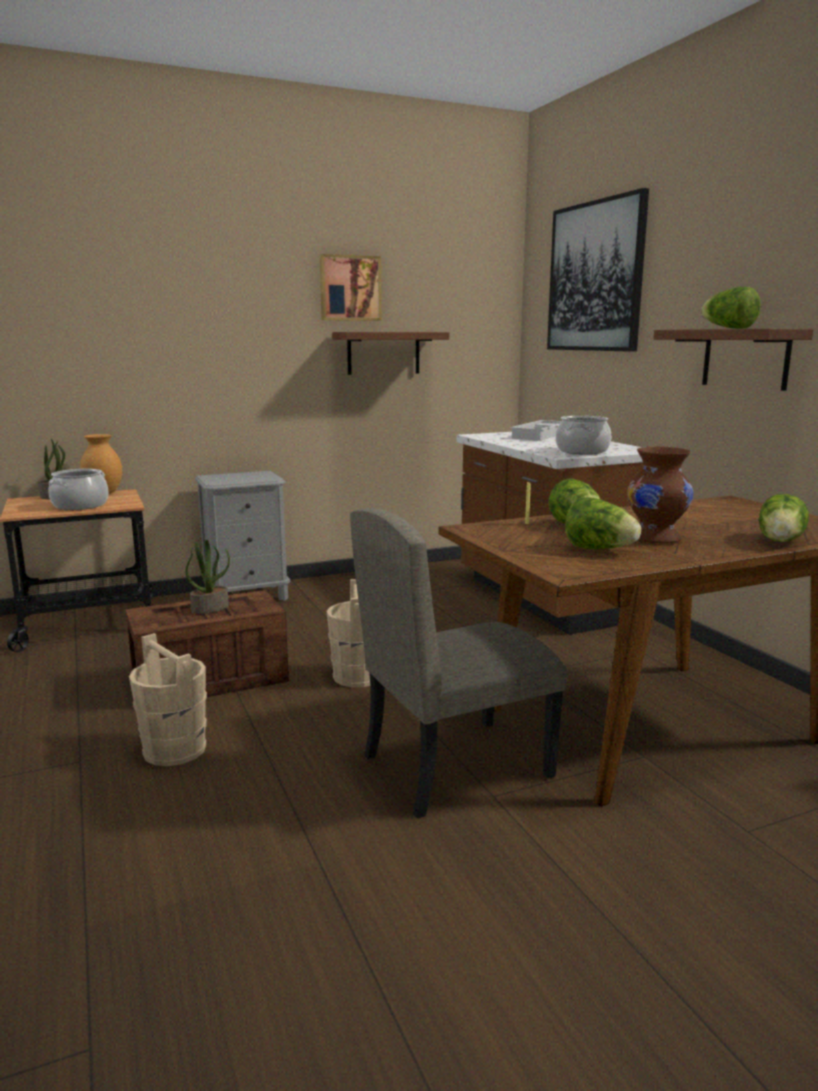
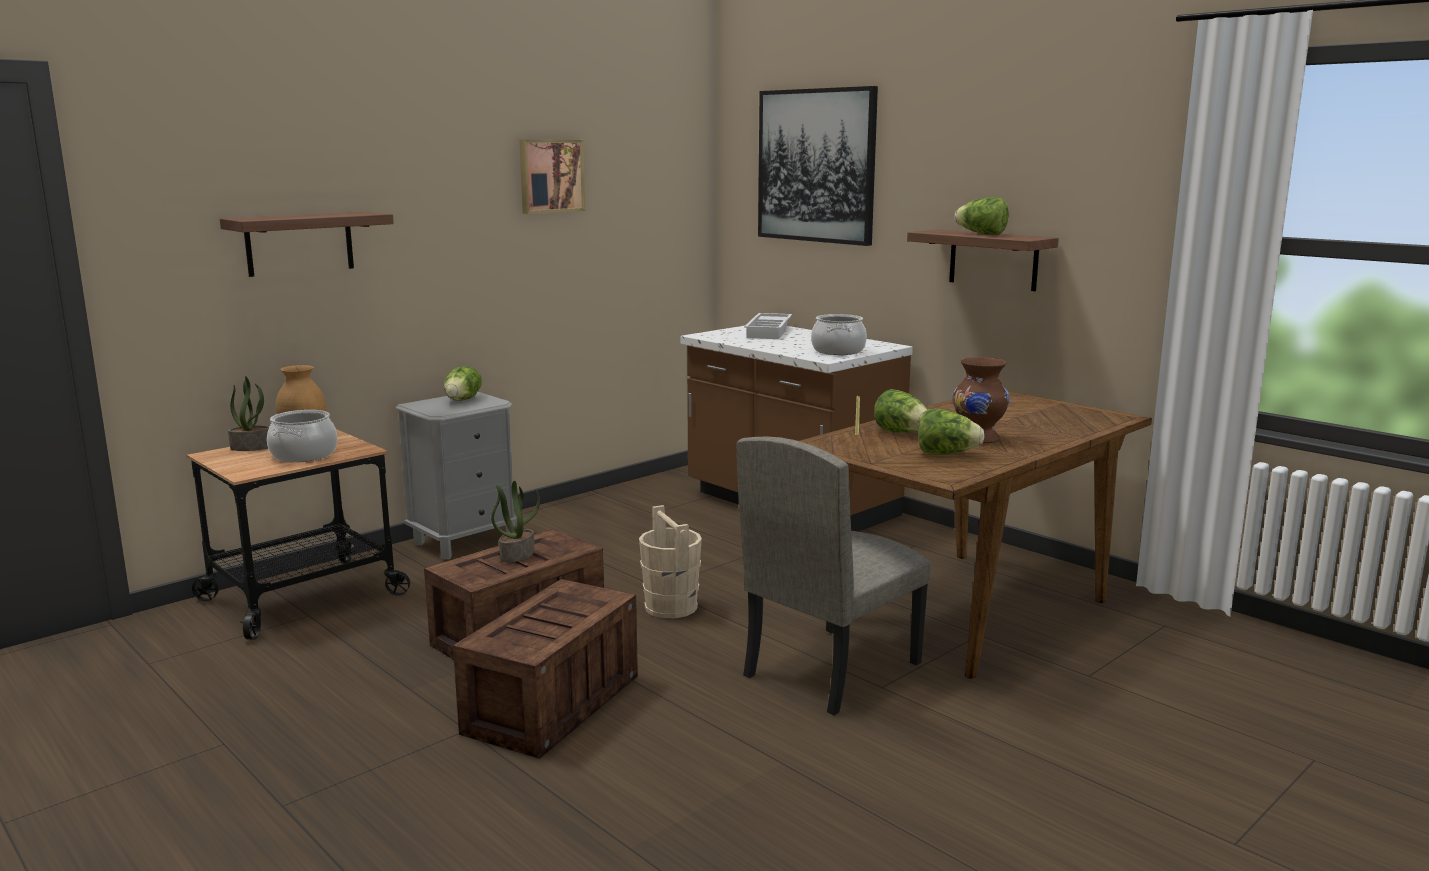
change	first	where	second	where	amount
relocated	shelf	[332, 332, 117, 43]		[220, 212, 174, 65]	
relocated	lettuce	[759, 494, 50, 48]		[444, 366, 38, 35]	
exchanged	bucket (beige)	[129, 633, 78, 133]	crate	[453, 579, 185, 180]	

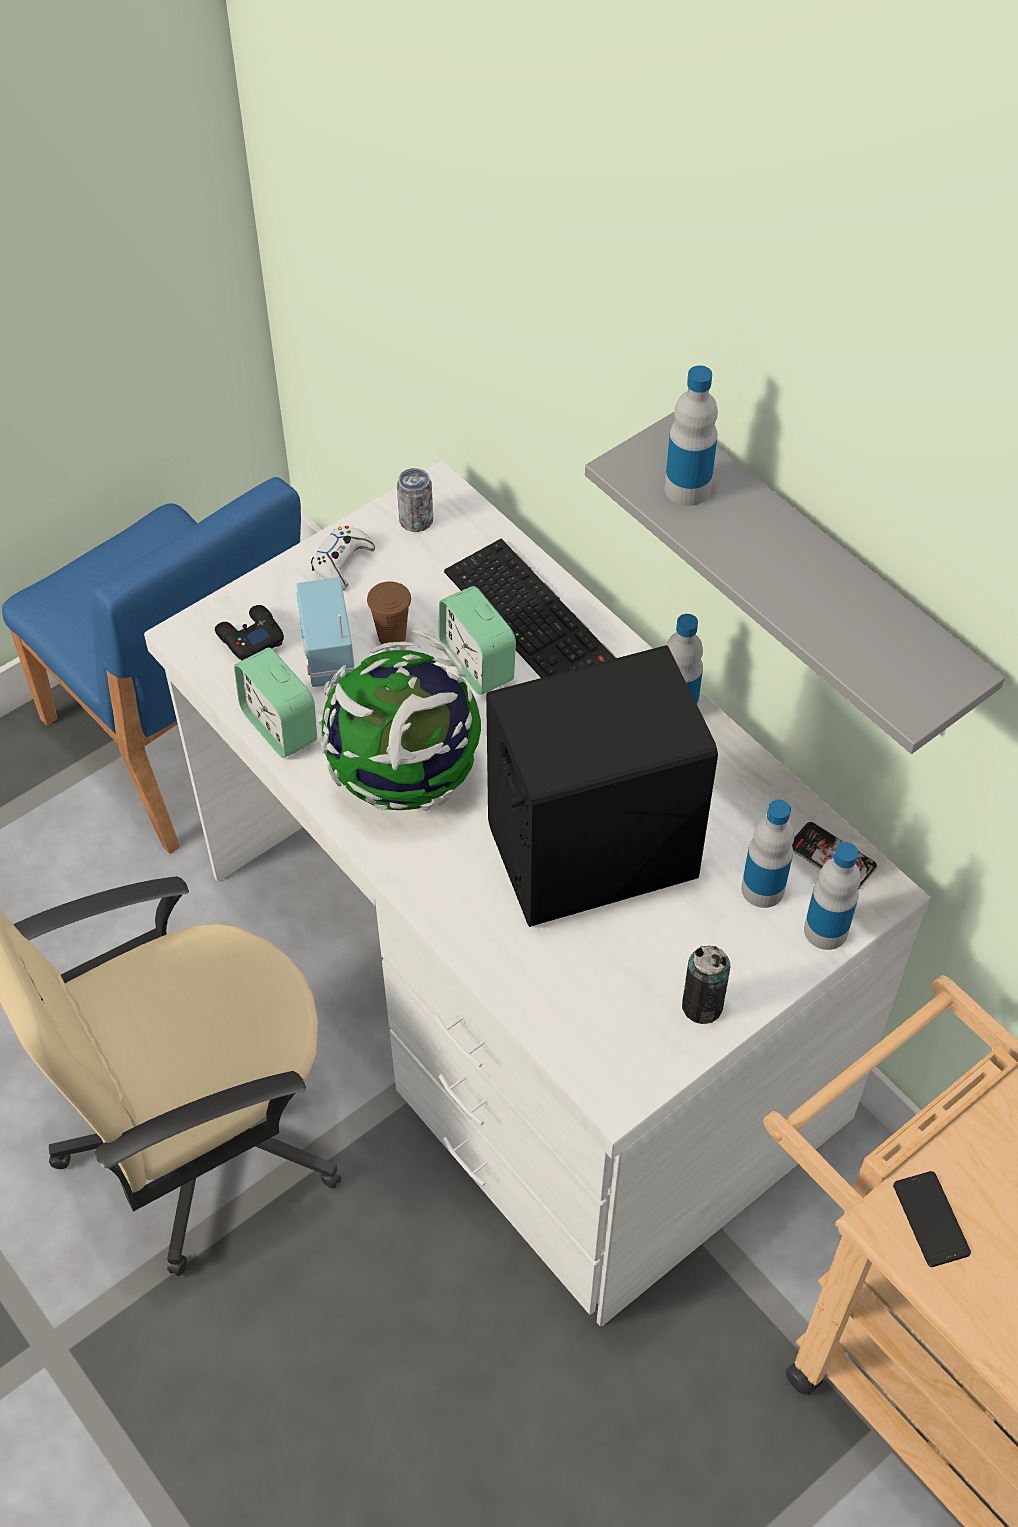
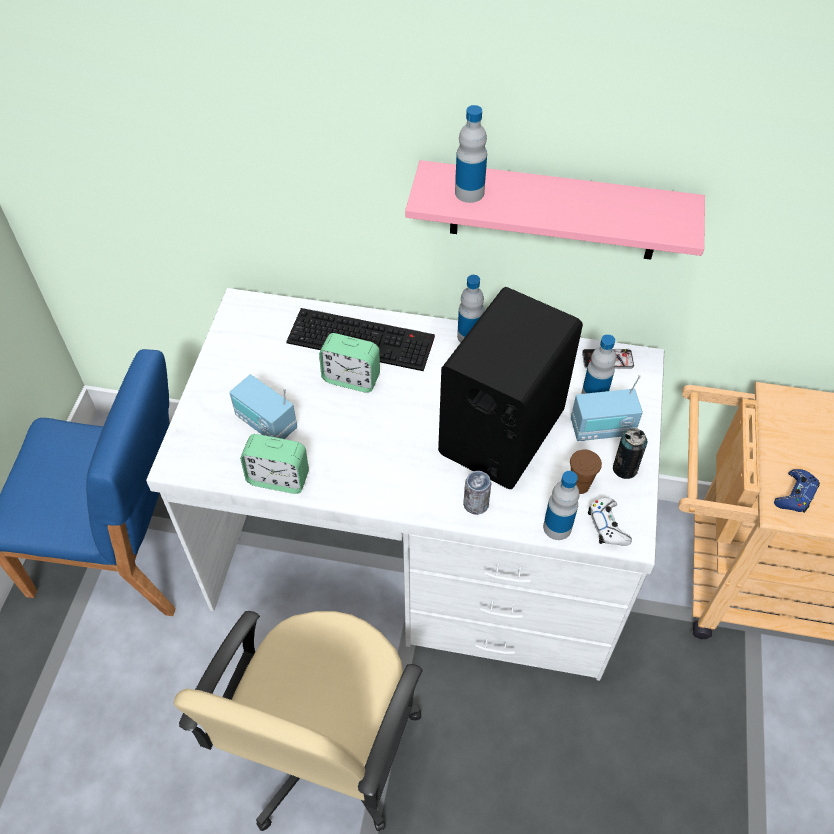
change	first	where	second	where	amount
colour	shelf (grey)	[585, 412, 420, 342]	shelf (pink)	[405, 160, 300, 100]	
relocated	can	[397, 468, 36, 64]		[463, 471, 28, 44]	
relocated	bottle	[804, 842, 57, 108]		[543, 471, 36, 69]	
relocated	cup (brown)	[367, 582, 44, 66]		[570, 450, 32, 44]	
appeared			radio	[571, 375, 72, 66]	
relocated	game controller (white)	[311, 526, 64, 65]		[588, 497, 44, 49]	
exchanged	phone	[893, 1171, 78, 96]	game controller (blue)	[774, 469, 46, 44]	
missing	game controller (black)	[215, 605, 69, 55]			
missing	globe	[318, 630, 163, 181]			

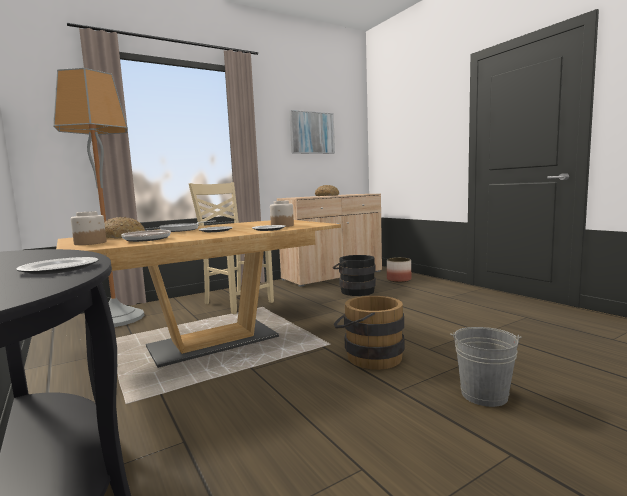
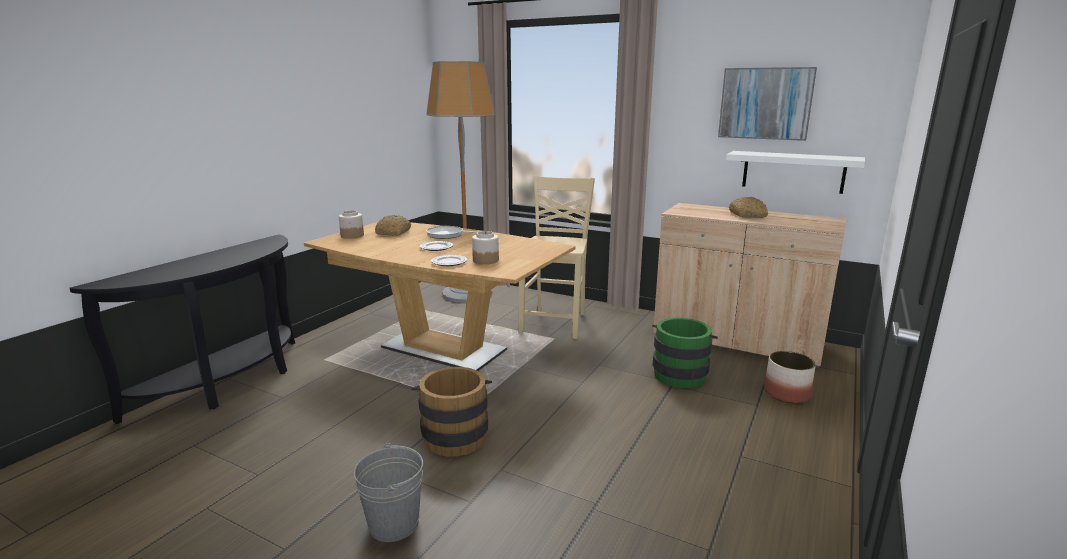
change	first	where	second	where	amount
colour	bucket (black)	[333, 255, 43, 41]	bucket (green)	[652, 318, 66, 70]	
appeared			shelf (white)	[726, 151, 139, 43]	
missing	plate	[16, 257, 82, 17]			
missing	frying pan	[121, 230, 50, 12]			

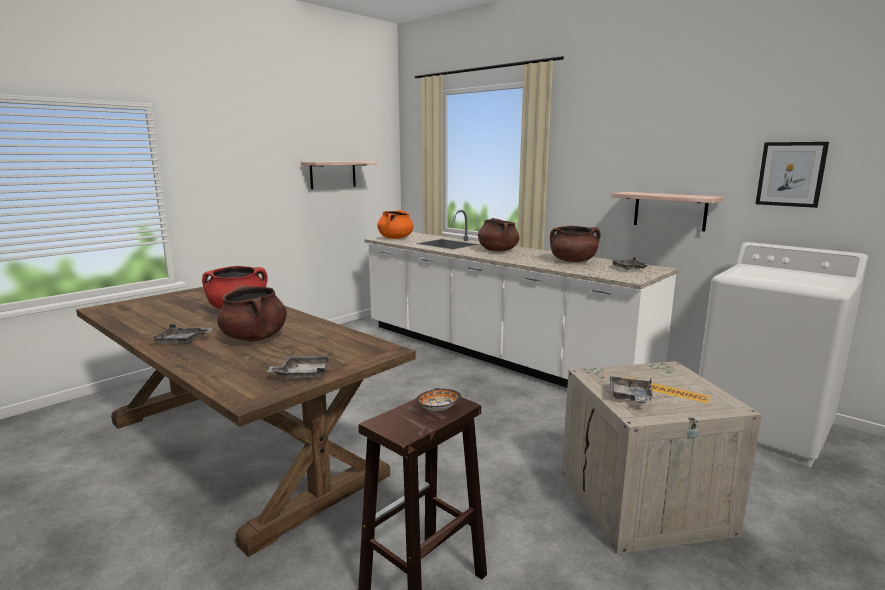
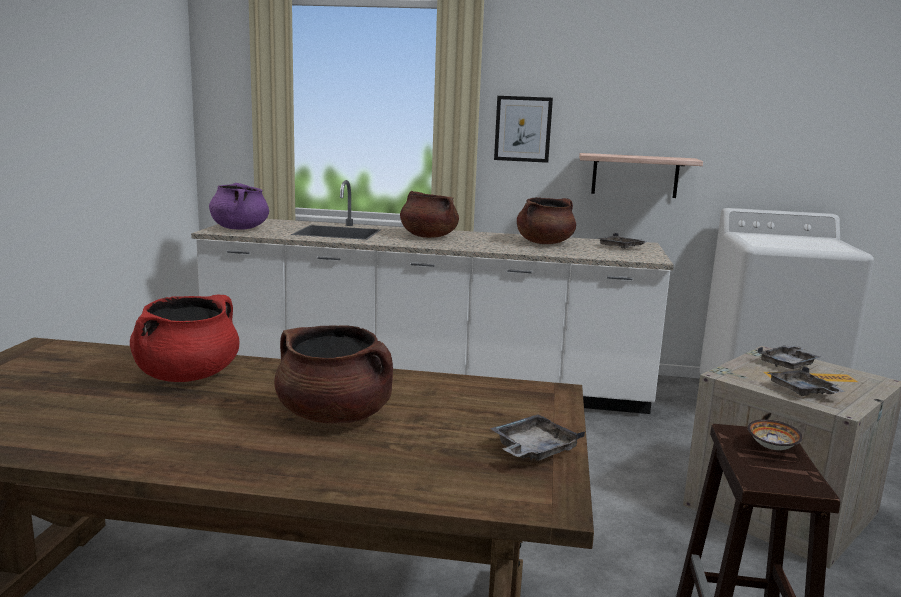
change	first	where	second	where	amount
colour	cooking pot (orange)	[377, 210, 36, 29]	cooking pot (purple)	[209, 183, 60, 47]	
relocated	picture	[756, 142, 73, 66]		[494, 96, 59, 67]	
relocated	tray (grey)	[150, 324, 62, 20]		[758, 345, 62, 24]	
missing	shelf	[301, 161, 76, 28]			

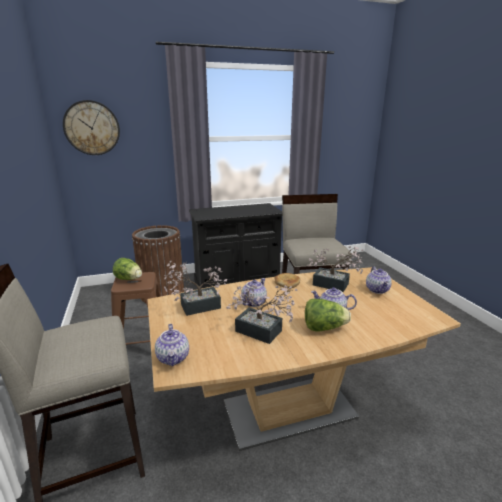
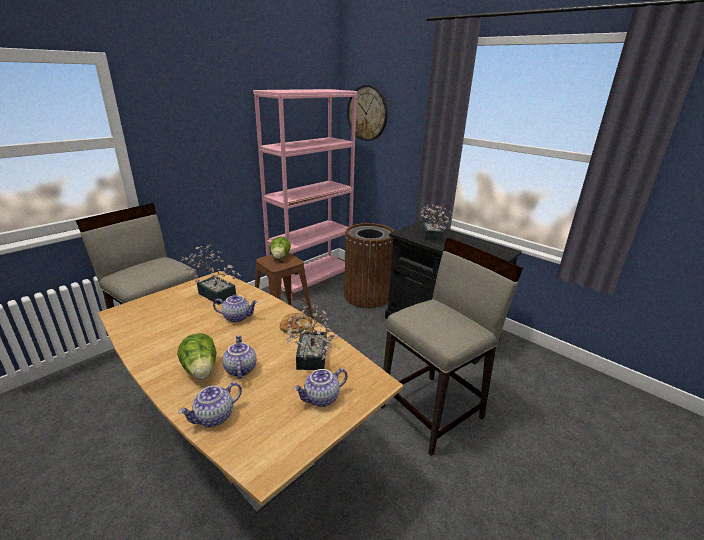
change	first	where	second	where	amount
relocated	teapot	[155, 324, 34, 42]		[178, 382, 64, 45]	
appeared			bookcase (pink)	[253, 89, 104, 211]	
relocated	potted plant	[226, 285, 72, 59]		[420, 204, 33, 36]	

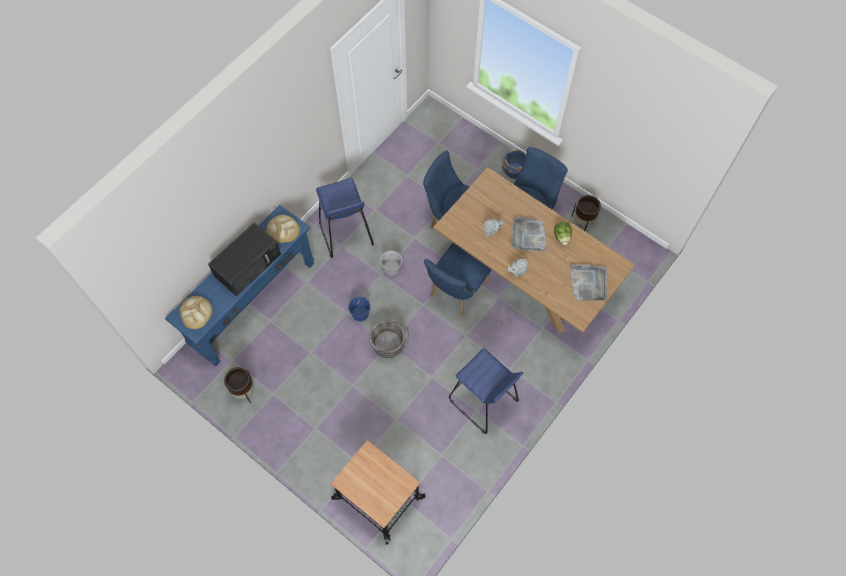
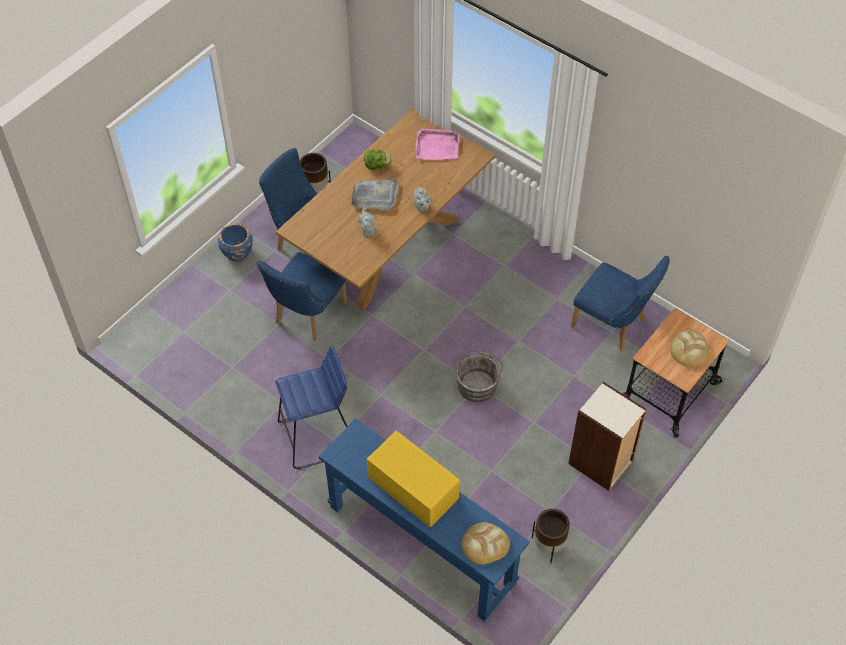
change	first	where	second	where	amount
colour	microwave (black)	[208, 222, 73, 74]	microwave (yellow)	[367, 431, 93, 97]	
colour	tray (grey)	[571, 265, 36, 36]	tray (pink)	[416, 129, 43, 31]	
appeared			bookcase	[568, 382, 79, 109]	
relocated	chair (blue)	[424, 243, 68, 72]		[571, 256, 99, 95]	
relocated	bread	[266, 215, 34, 28]		[670, 330, 40, 37]	
missing	bucket (blue)	[348, 297, 22, 24]			
missing	bucket (white)	[380, 251, 22, 24]			
missing	stool (blue)	[449, 348, 74, 86]			

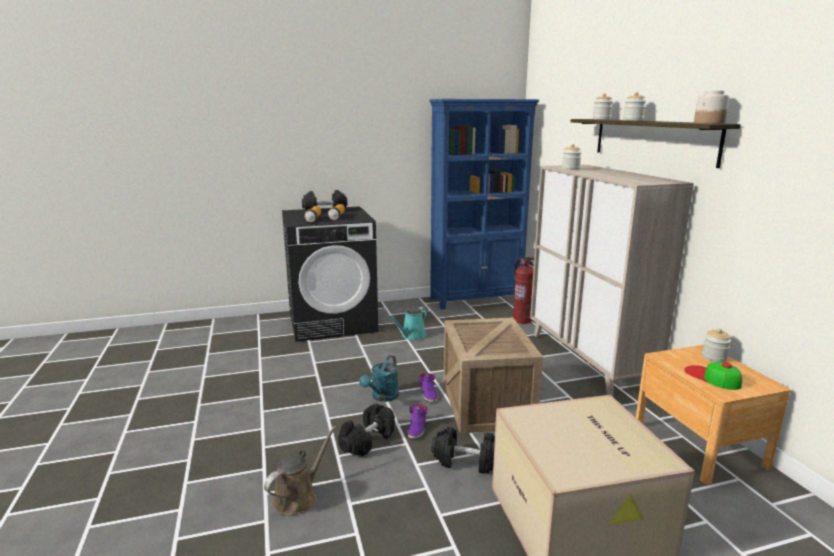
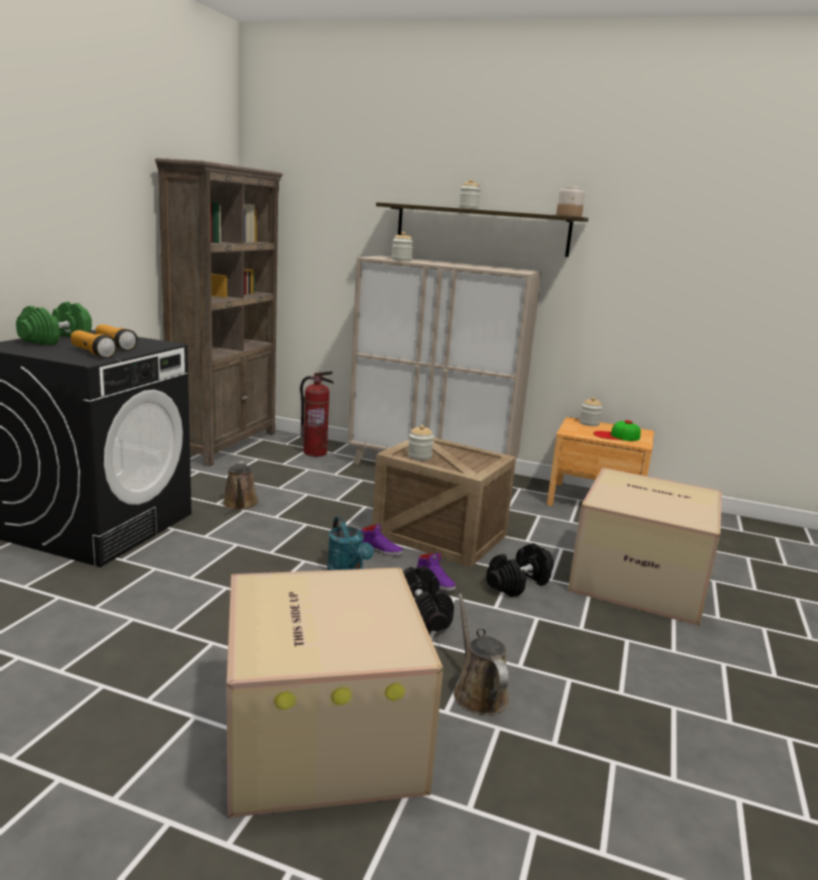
change	first	where	second	where	amount
colour	dumbbell (black)	[302, 190, 45, 20]	dumbbell (green)	[16, 302, 76, 43]	
colour	bookcase (blue)	[429, 99, 110, 210]	bookcase (brown)	[155, 158, 128, 309]	
colour	watering can (turquoise)	[387, 307, 41, 33]	watering can (brown)	[223, 461, 36, 49]	
appeared			cardboard box	[226, 568, 217, 250]	
relocated	jar	[593, 93, 20, 27]		[408, 425, 26, 36]	

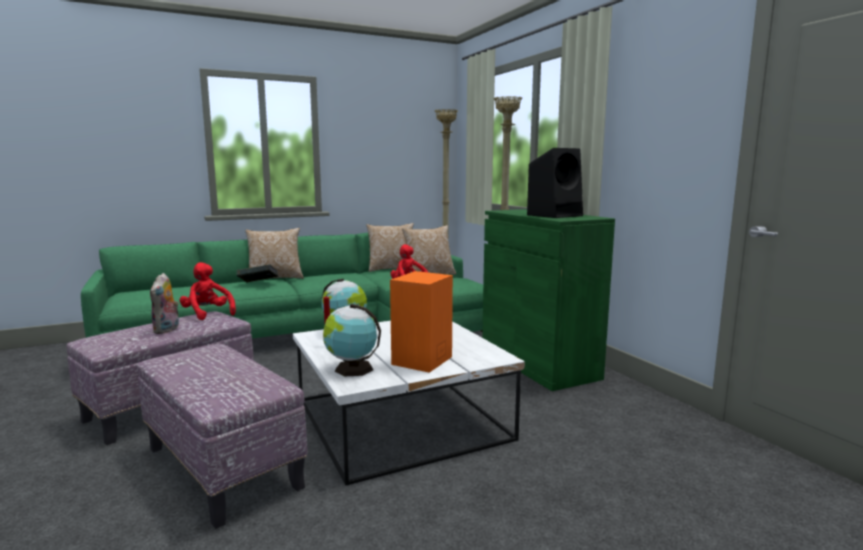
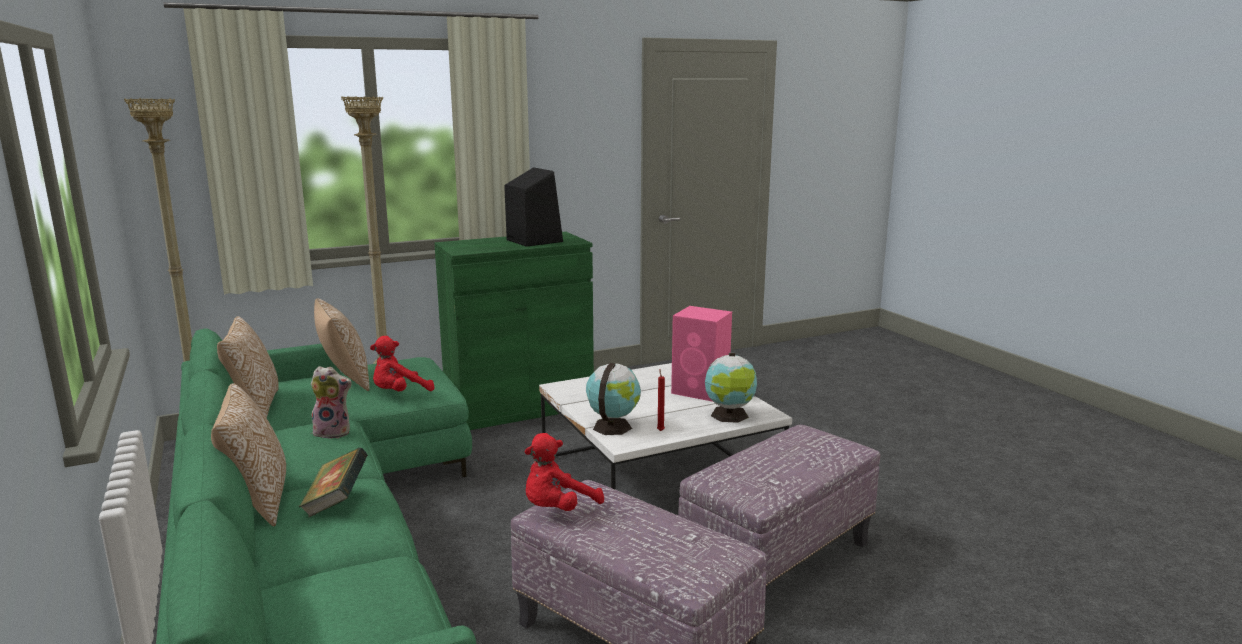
change	first	where	second	where	amount
relocated	plush toy	[150, 273, 30, 61]		[311, 366, 41, 73]	
colour	speaker (orange)	[390, 271, 63, 102]	speaker (pink)	[671, 306, 61, 96]	

